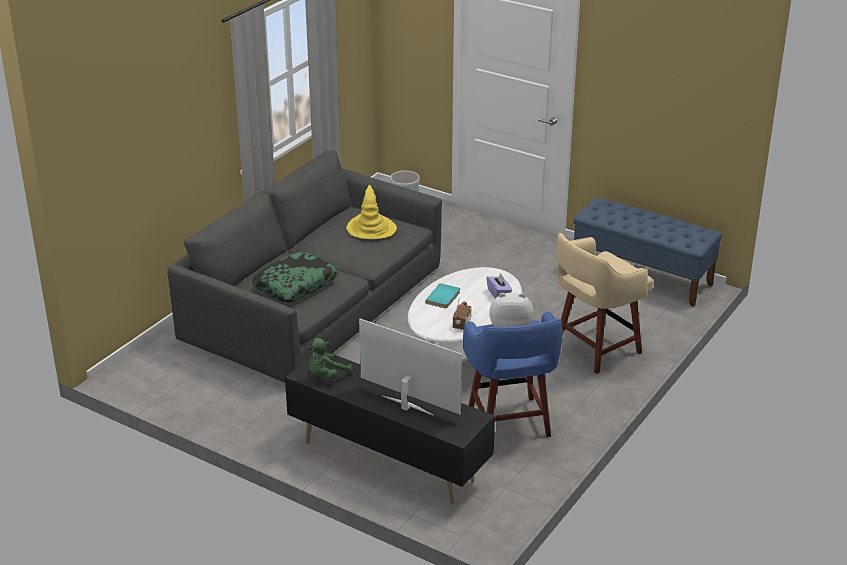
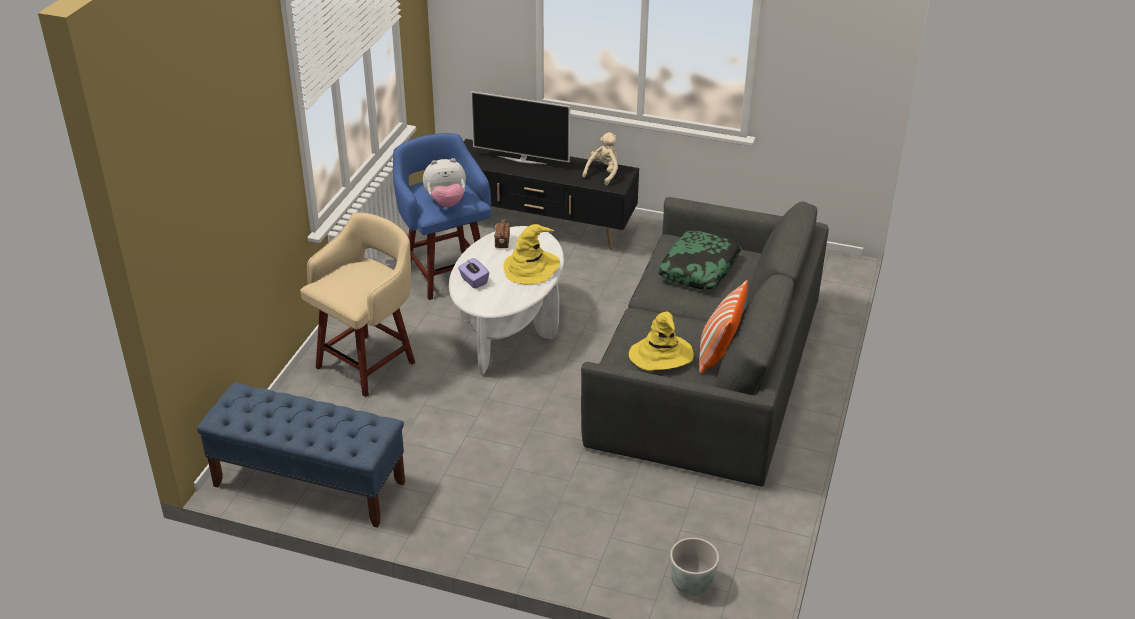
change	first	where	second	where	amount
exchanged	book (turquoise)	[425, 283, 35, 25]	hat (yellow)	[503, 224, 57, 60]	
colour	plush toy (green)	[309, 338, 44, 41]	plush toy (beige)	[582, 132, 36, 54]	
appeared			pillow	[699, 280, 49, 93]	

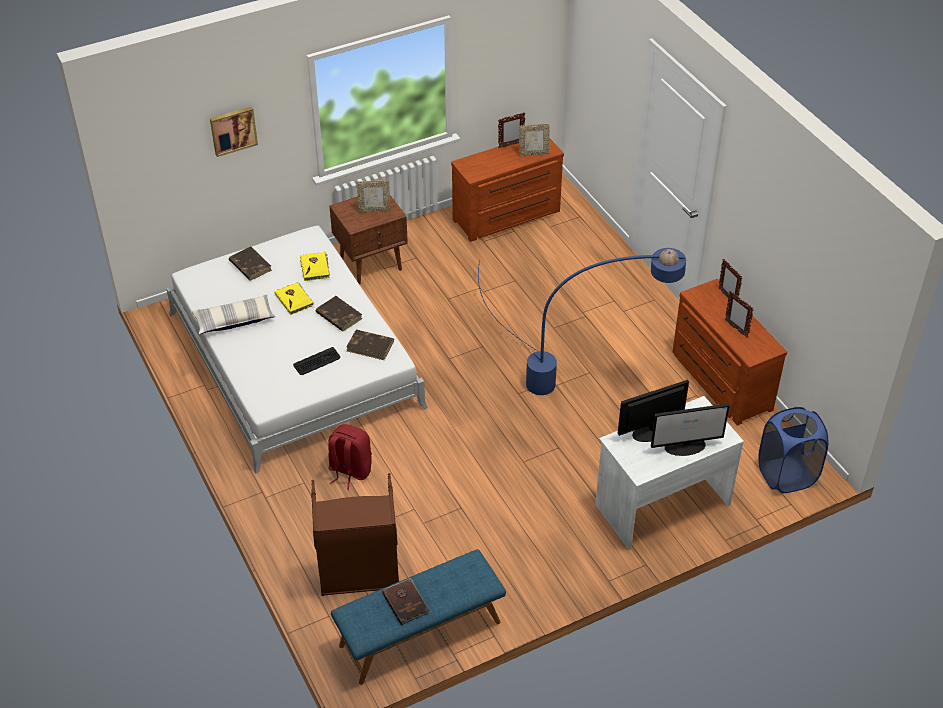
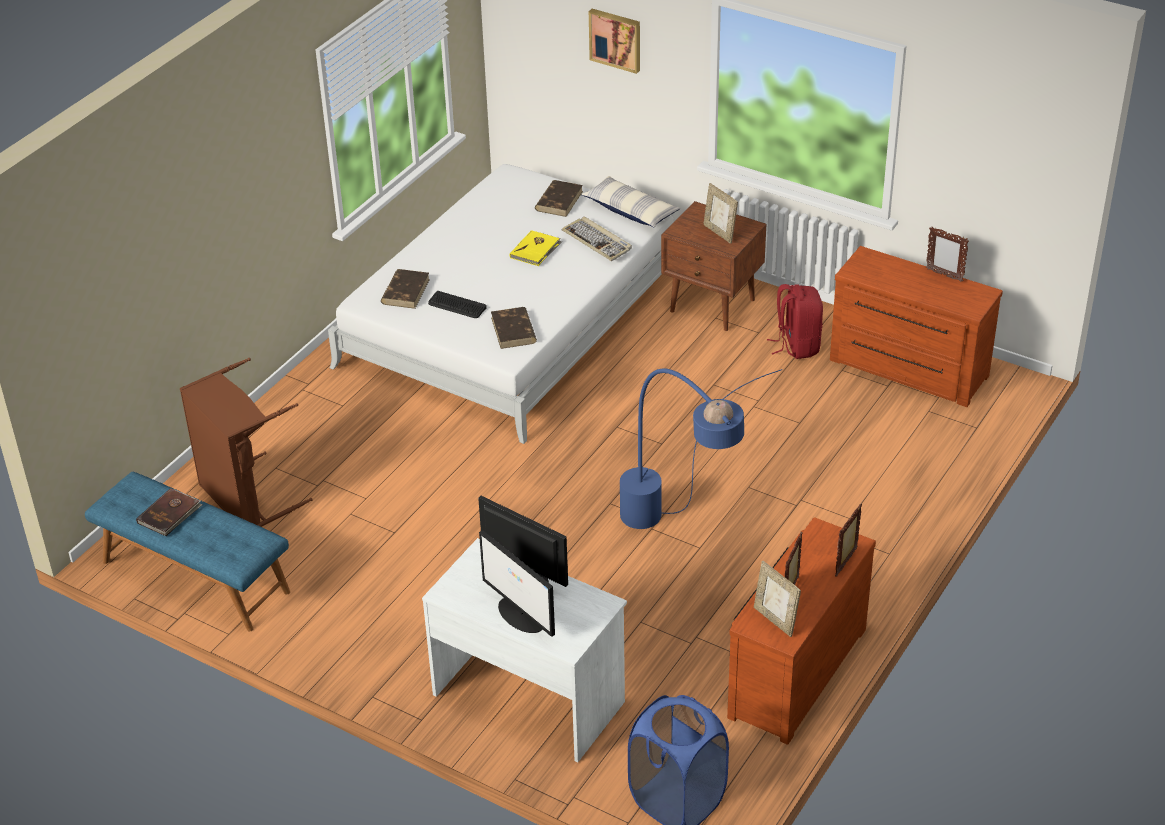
change	first	where	second	where	amount
relocated	book (brown)	[316, 296, 46, 36]		[381, 269, 49, 40]	
exchanged	book (yellow)	[300, 252, 30, 29]	keyboard	[562, 217, 70, 44]	
relocated	pillow	[192, 295, 83, 39]		[581, 176, 99, 52]	
relocated	picture frame	[519, 124, 31, 33]		[754, 561, 47, 76]	
relocated	backpack (red)	[328, 424, 44, 66]		[767, 284, 56, 75]	

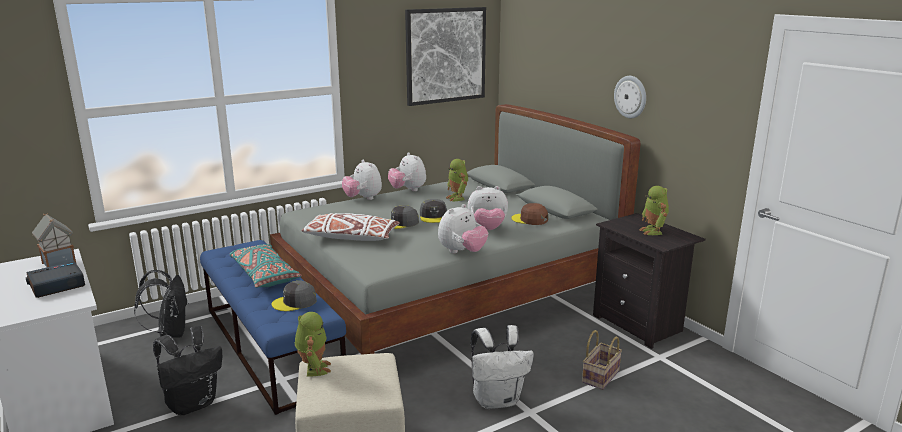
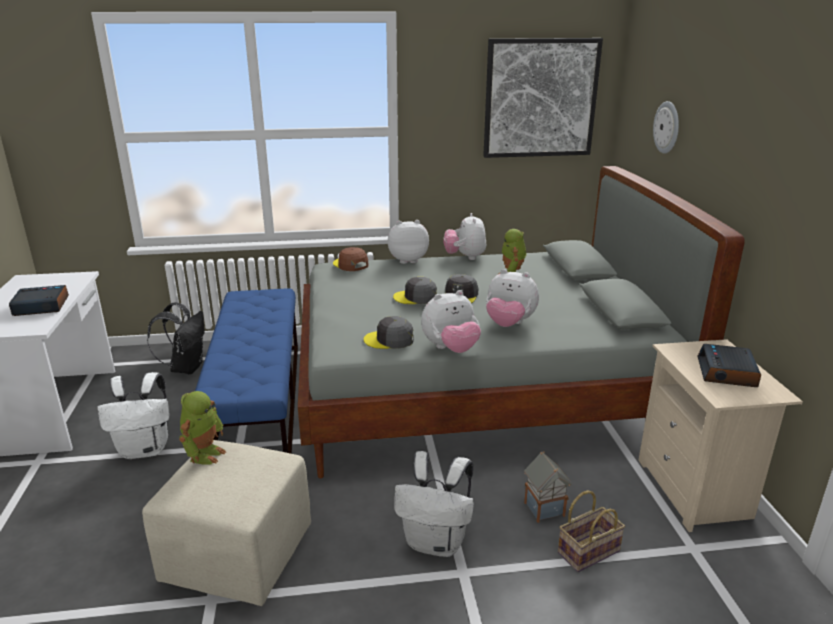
change	first	where	second	where	amount
colour	backpack (black)	[153, 326, 69, 89]	backpack (white)	[97, 372, 73, 87]	
relocated	cap (brown)	[511, 203, 37, 22]		[333, 247, 36, 24]	
relocated	cap (grey)	[272, 281, 45, 30]		[364, 316, 50, 33]	
spun	plush toy	[342, 160, 40, 40]		[388, 220, 41, 44]	90 degrees clockwise
relocated	toy house	[32, 213, 45, 54]		[524, 451, 48, 72]	
colour	nightstand (black)	[593, 213, 112, 136]	nightstand (beige)	[638, 339, 165, 193]	
relocated	wall clock	[614, 76, 32, 42]		[653, 101, 26, 53]	
exchanged	toy robot	[639, 186, 30, 49]	alarm clock	[698, 344, 63, 43]	
missing	pillow (turquoise)	[229, 244, 73, 44]			
missing	pillow (white)	[301, 213, 99, 28]			

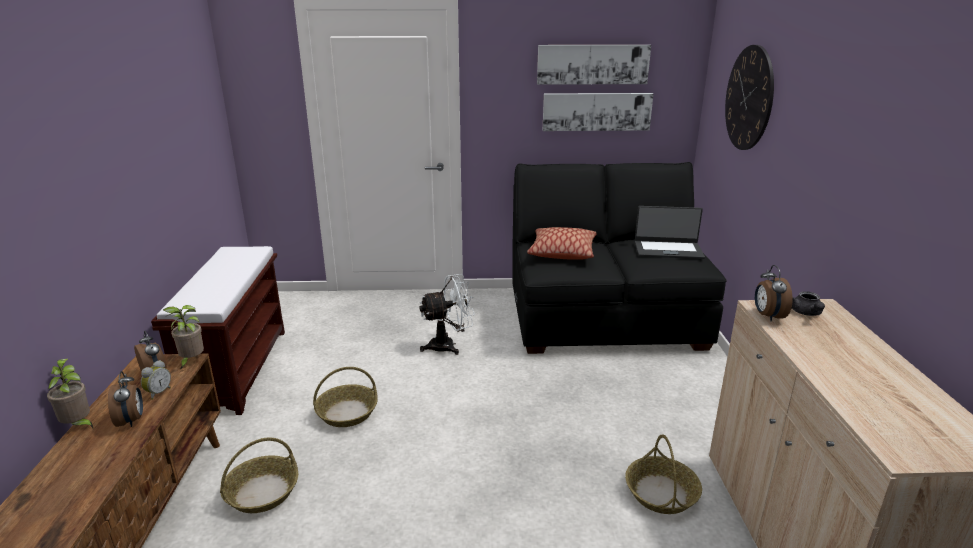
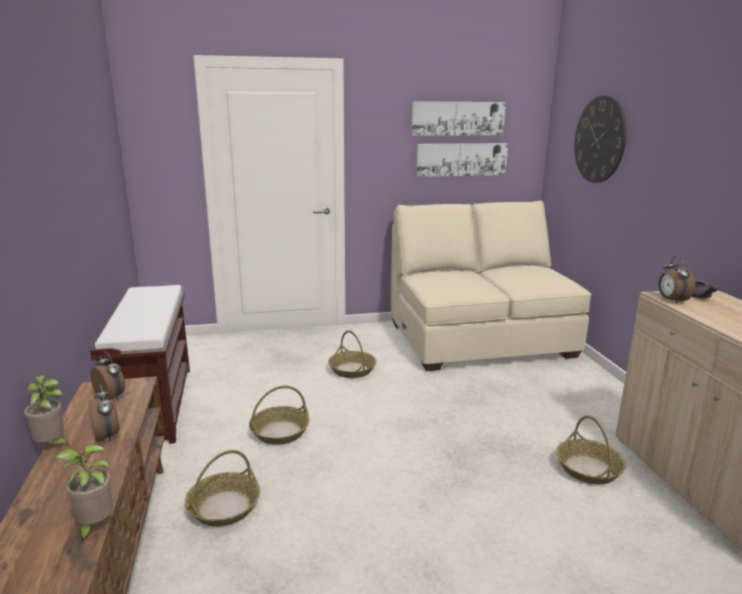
change	first	where	second	where	amount
relocated	potted plant	[163, 305, 41, 65]		[55, 444, 58, 99]	
exchanged	fan (white)	[419, 274, 56, 81]	basket	[328, 330, 49, 48]	
colour	sofa (black)	[512, 162, 215, 192]	sofa (beige)	[391, 201, 200, 170]	
missing	alarm clock	[141, 360, 30, 40]			
missing	pillow	[527, 227, 70, 33]			
missing	laptop	[635, 206, 70, 53]			

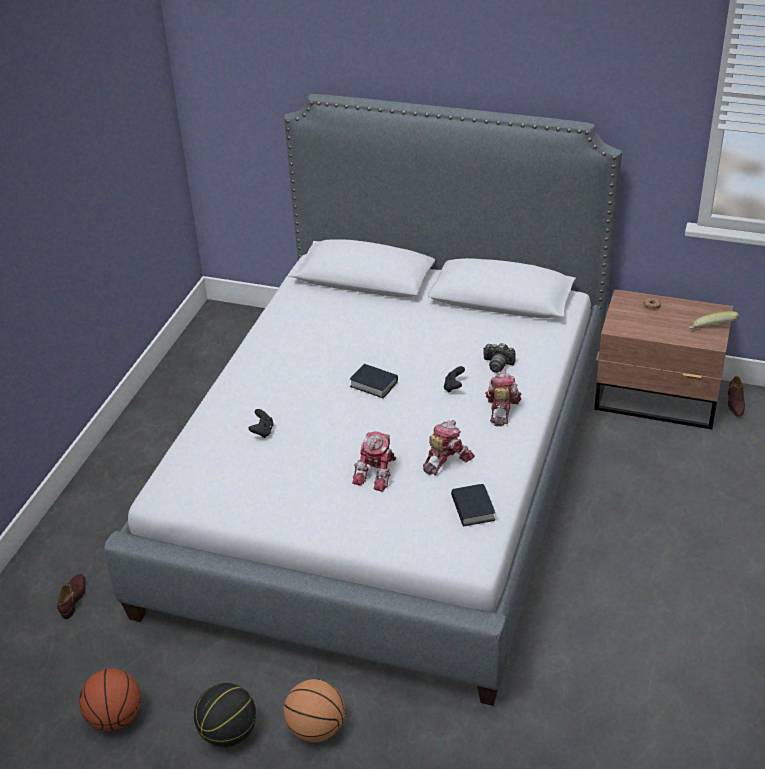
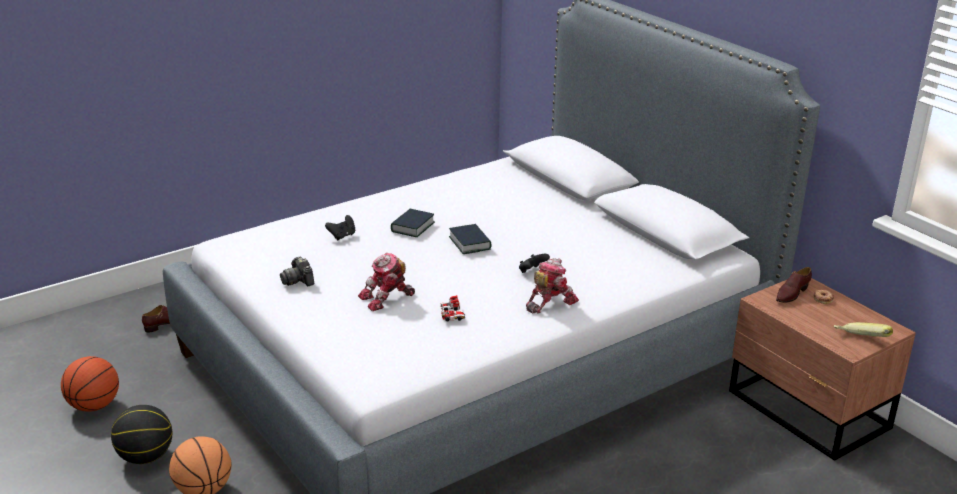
change	first	where	second	where	amount
relocated	photo camera	[483, 343, 33, 30]		[280, 256, 34, 30]	
relocated	book	[451, 484, 44, 43]		[391, 209, 44, 28]	
exchanged	toy robot	[423, 420, 52, 55]	toy car	[440, 295, 25, 26]	
relocated	shoe (brown)	[728, 376, 17, 41]		[776, 267, 36, 36]	

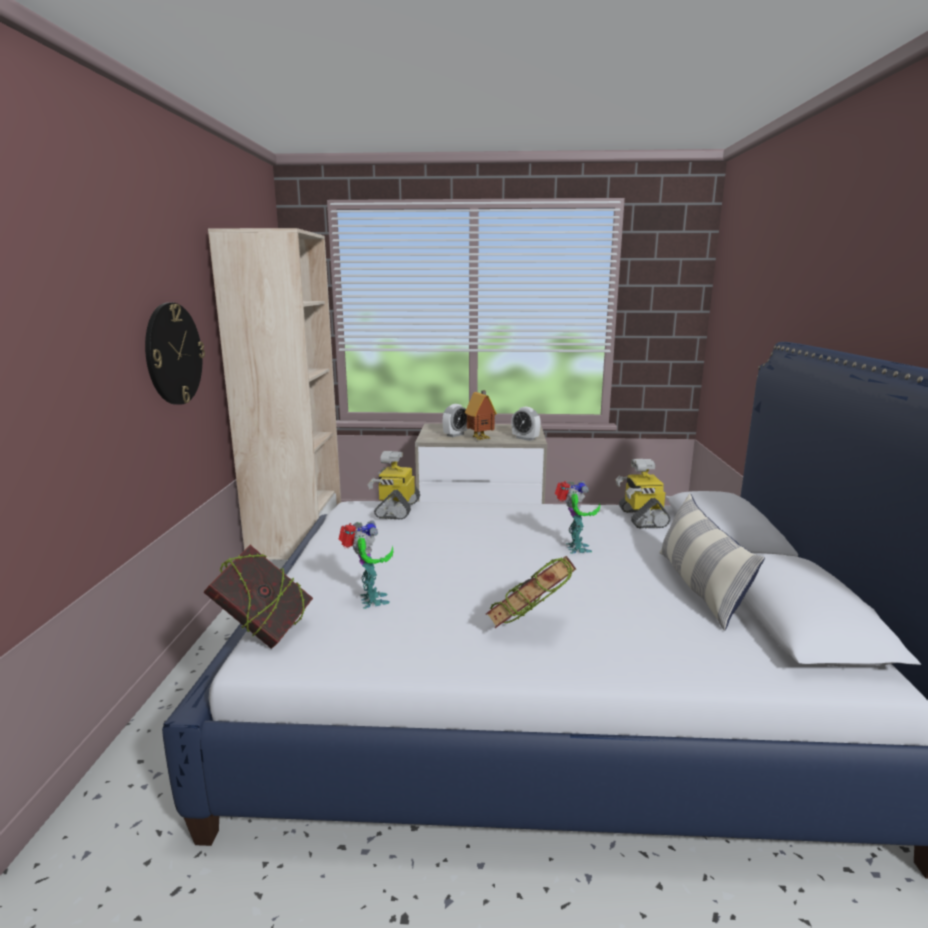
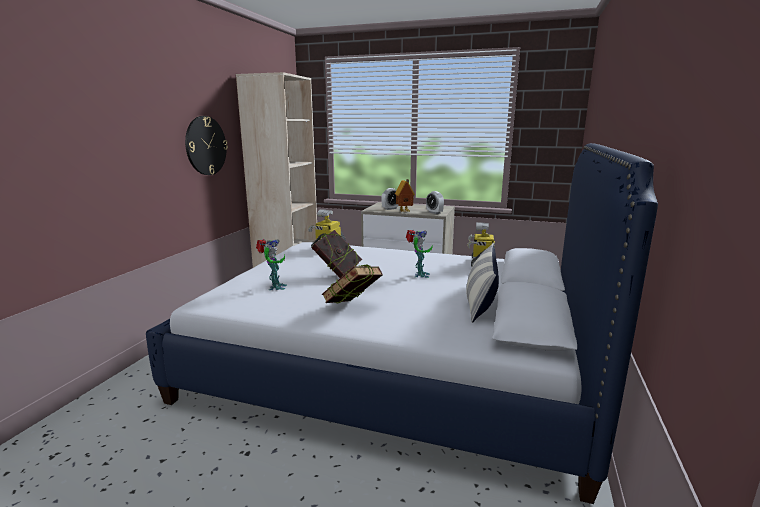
change	first	where	second	where	amount
relocated	book	[203, 545, 110, 104]		[312, 230, 50, 48]	

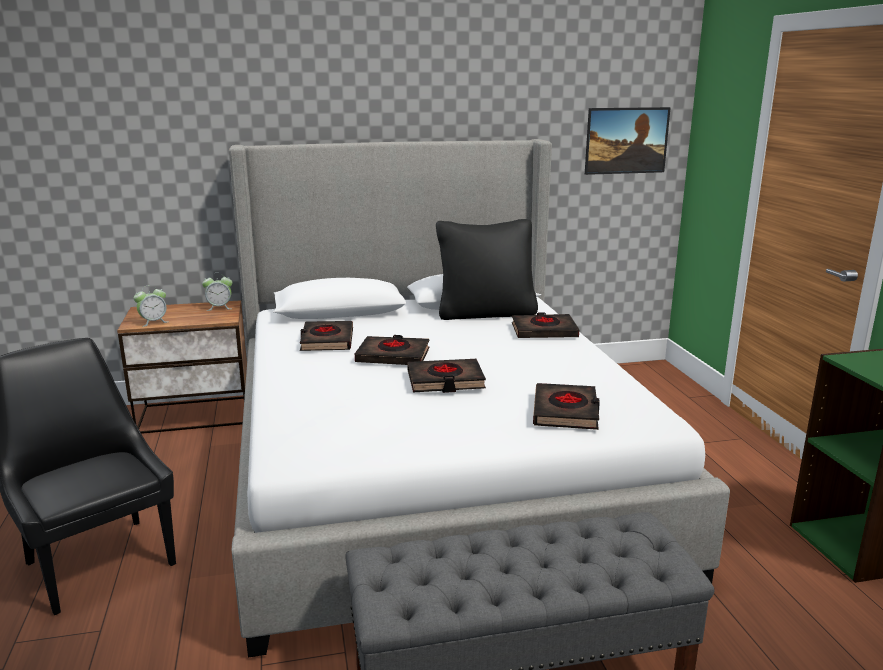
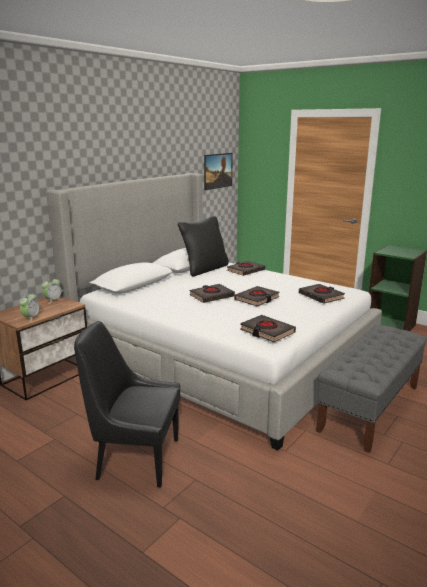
change	first	where	second	where	amount
relocated	book (black)	[300, 321, 53, 30]		[240, 315, 56, 27]	

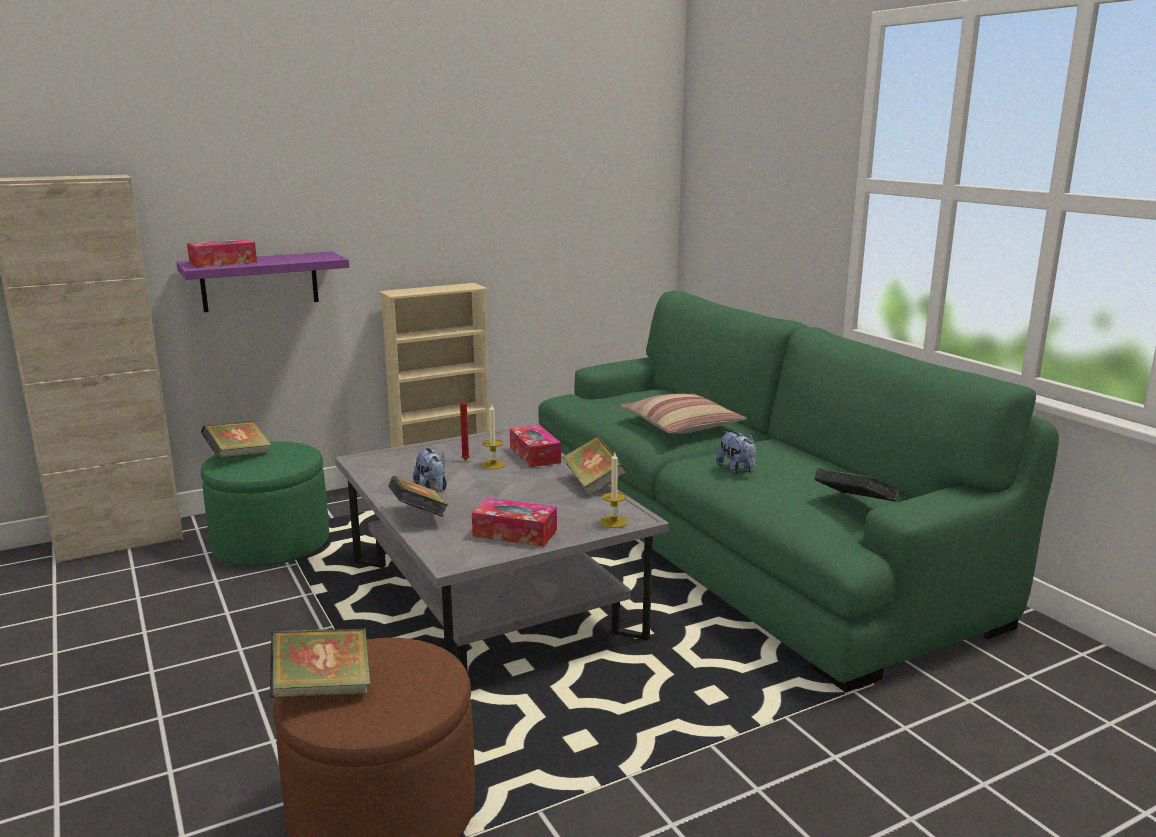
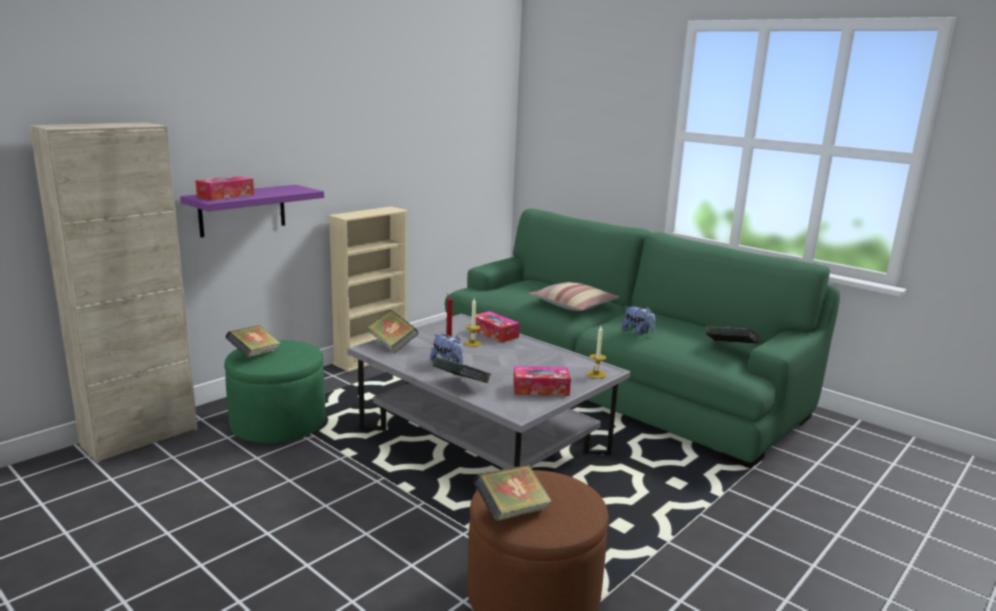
change	first	where	second	where	amount
relocated	book	[562, 436, 65, 60]		[367, 310, 52, 43]	

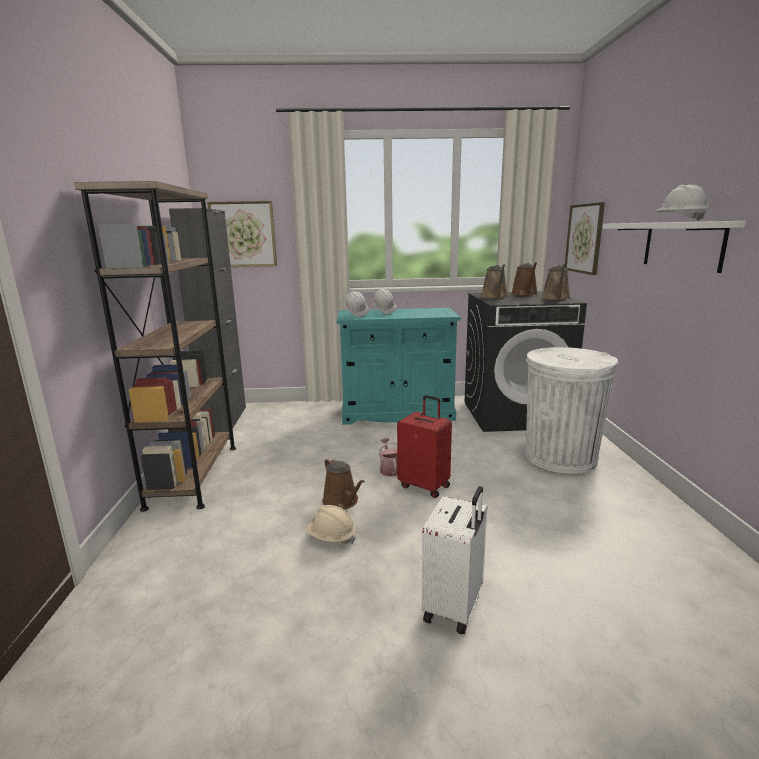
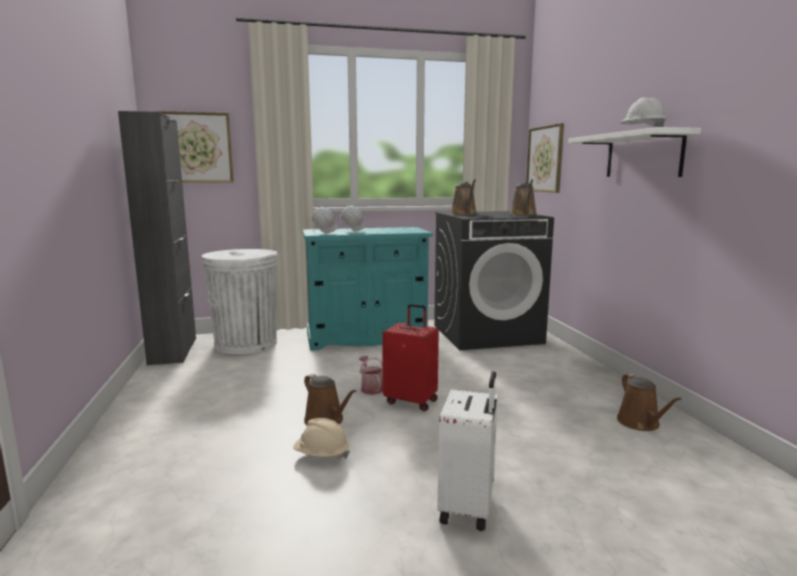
change	first	where	second	where	amount
relocated	trash can (white)	[525, 347, 94, 127]		[201, 249, 77, 105]	
relocated	watering can (brown)	[511, 262, 26, 33]		[617, 374, 64, 57]	
missing	bookcase (brown)	[74, 181, 162, 331]			

